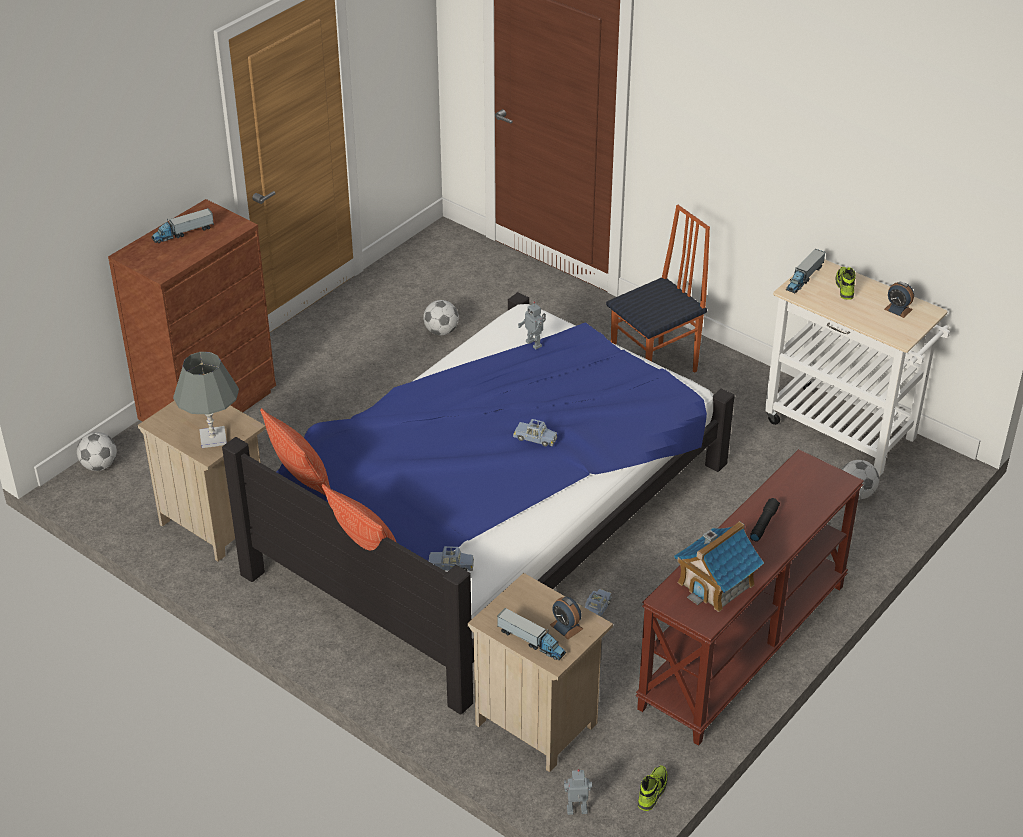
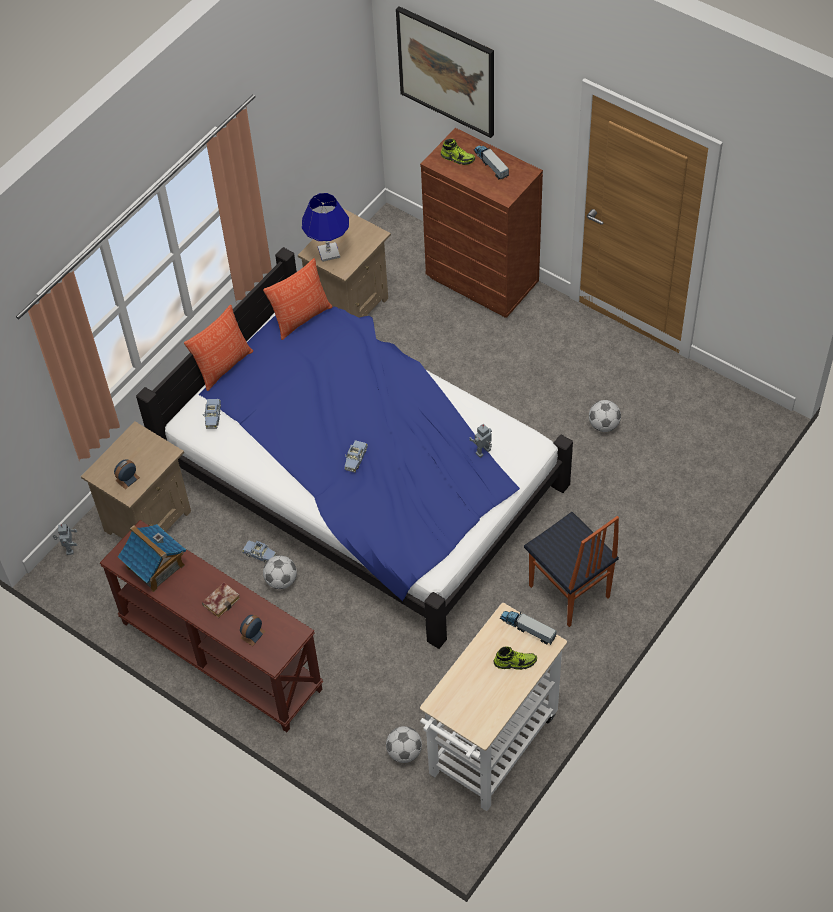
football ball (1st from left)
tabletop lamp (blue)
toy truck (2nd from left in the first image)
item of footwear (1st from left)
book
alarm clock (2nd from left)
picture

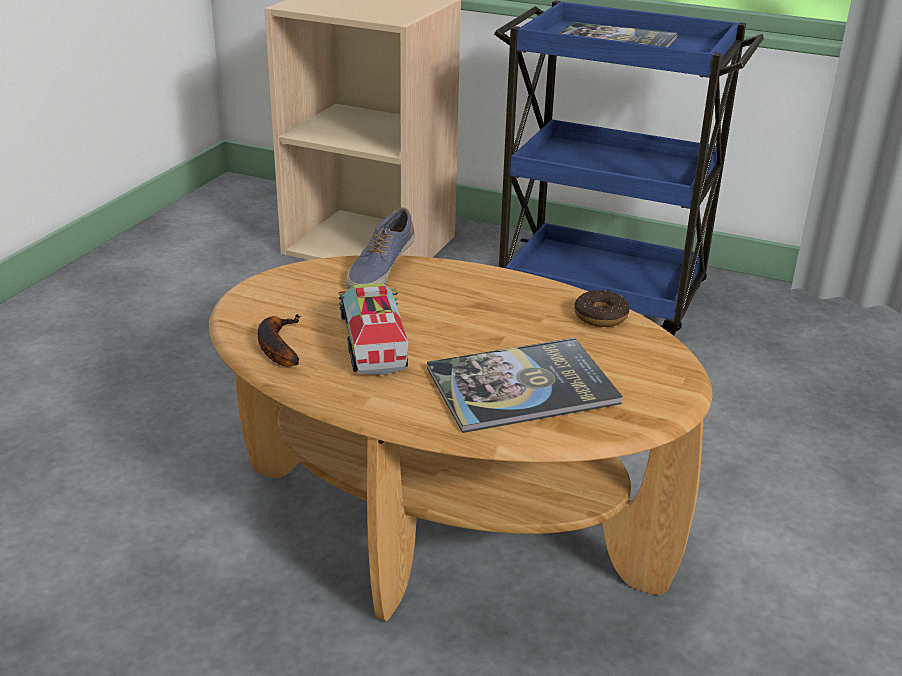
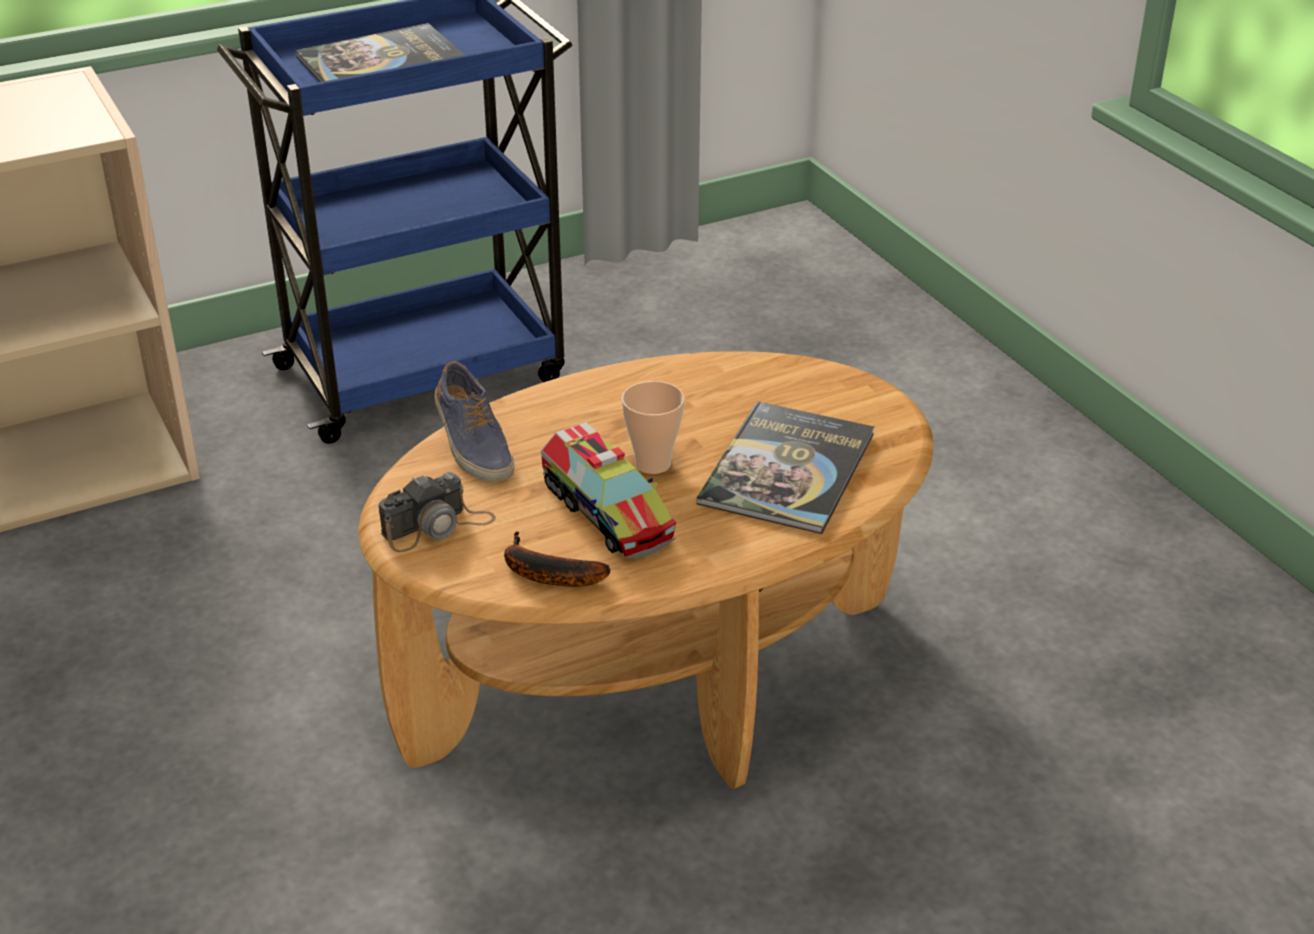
toy truck
doughnut
still camera
small cup

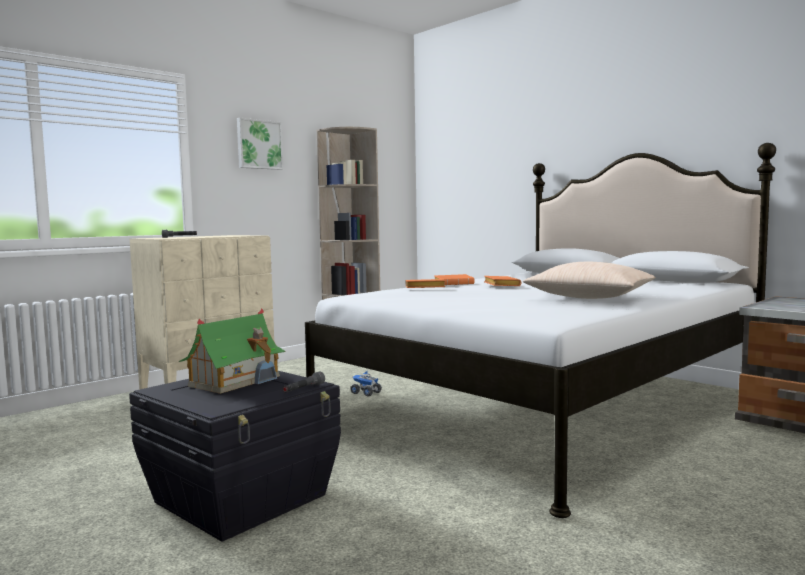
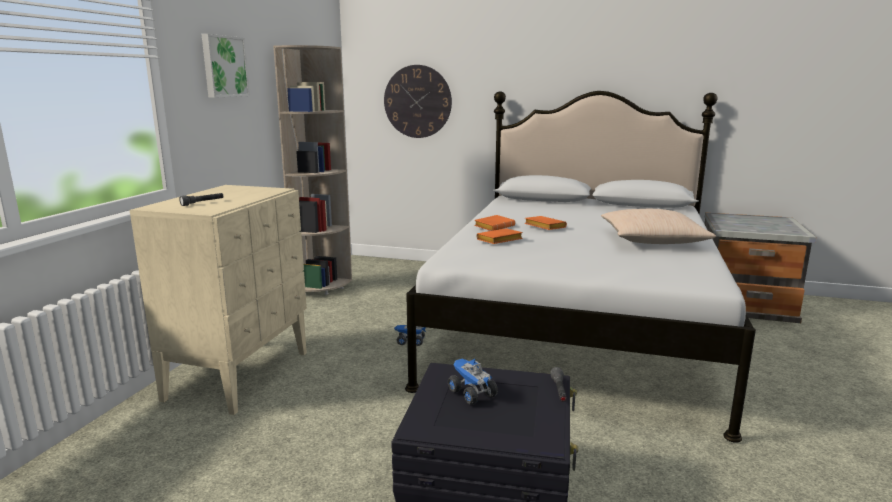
toy truck (2nd from left)
hanging clock

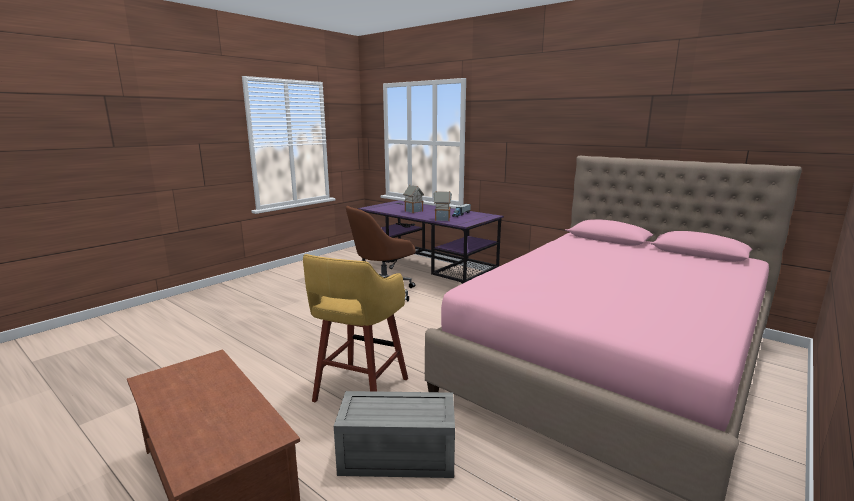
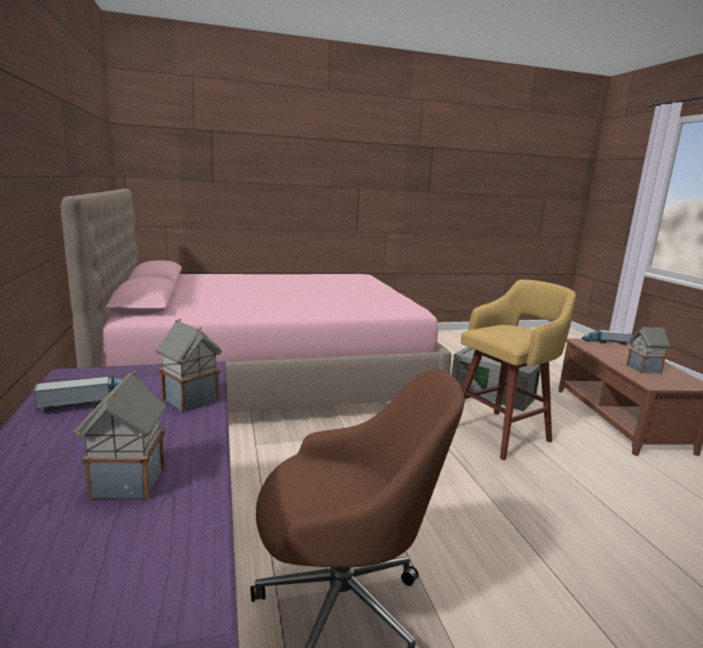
toy truck (2nd from left)
toy house (3rd from left)

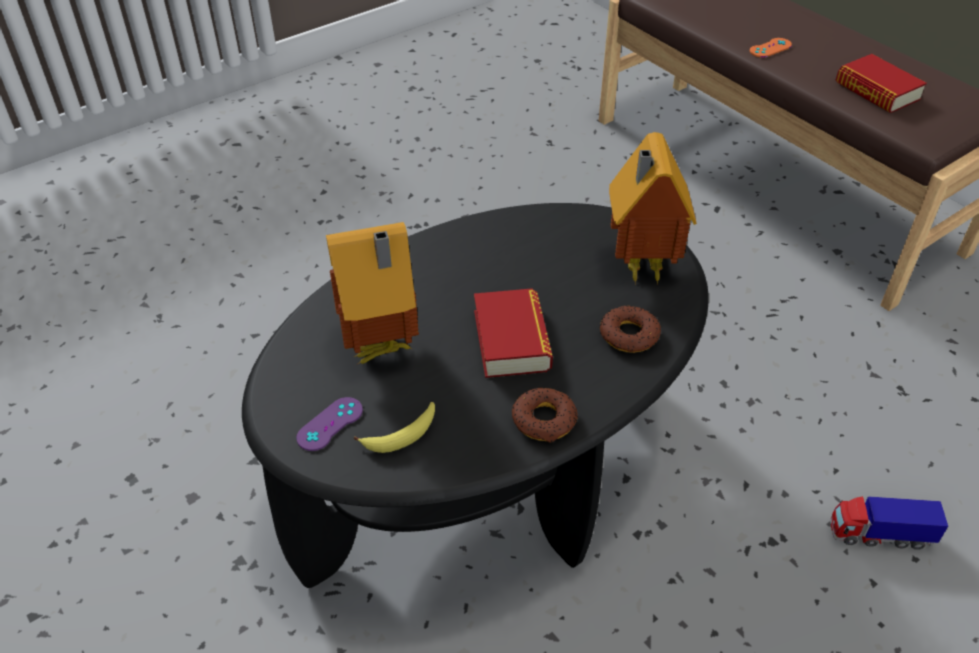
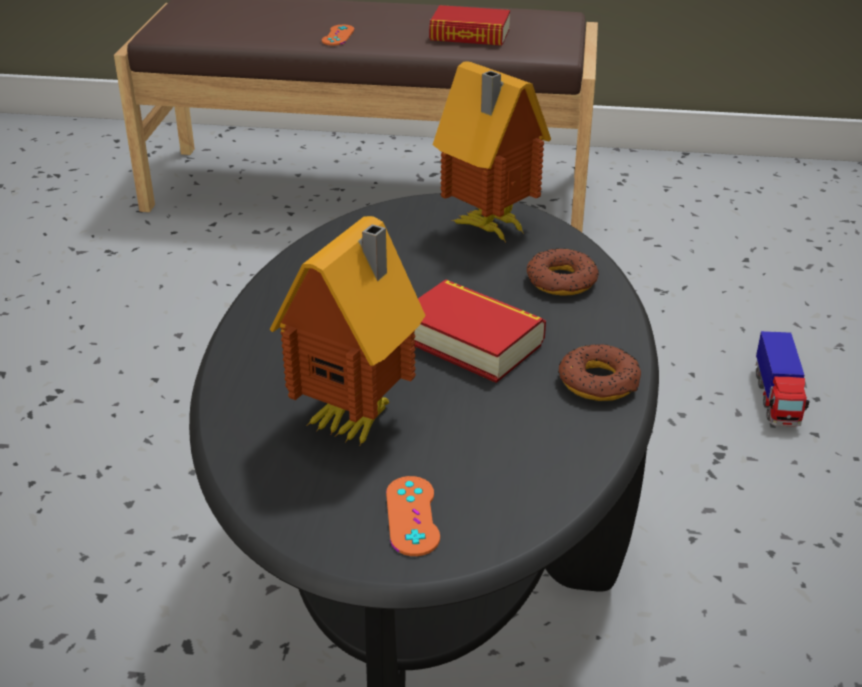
gamepad (orange) (2nd from left)
banana fruit
toy truck

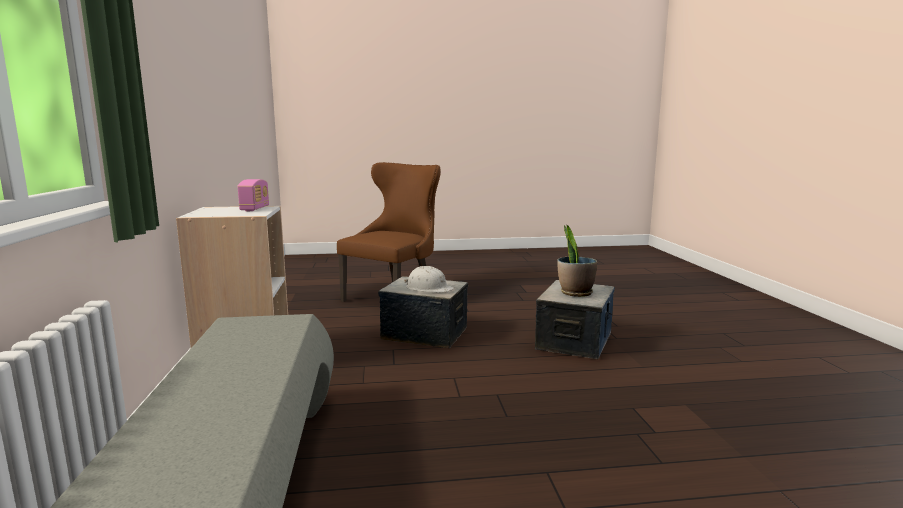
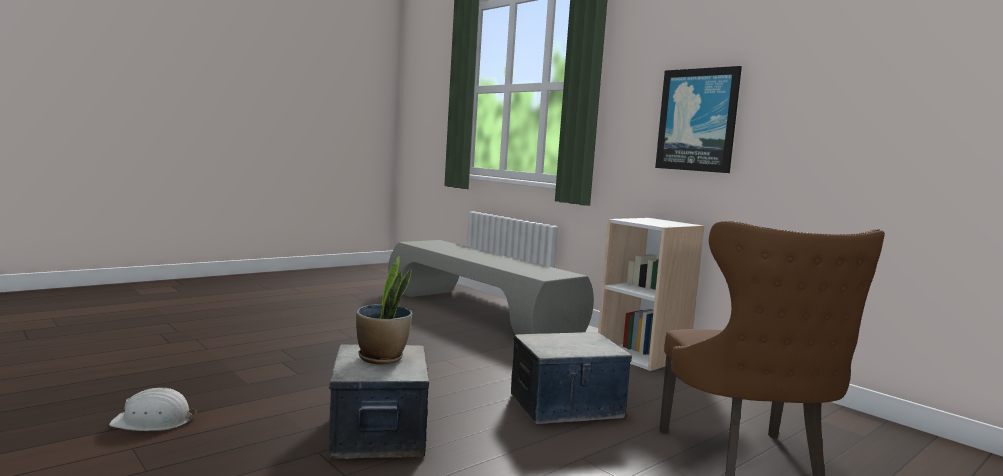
radio
work helmet (white)
picture

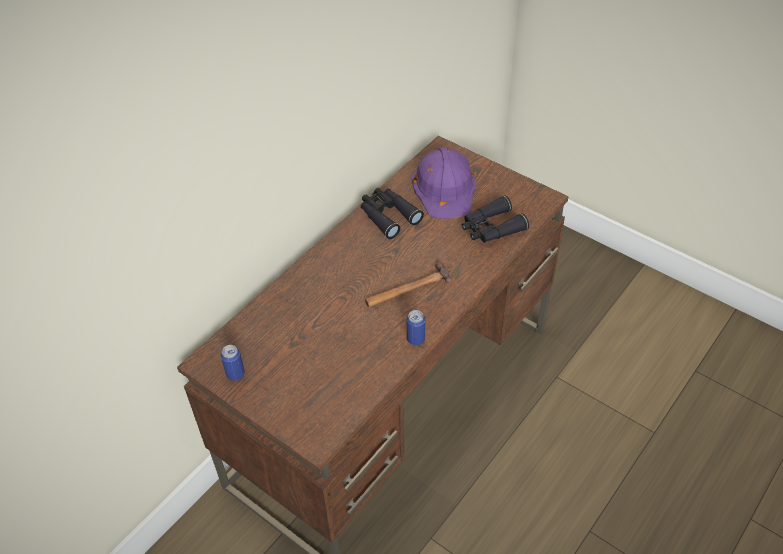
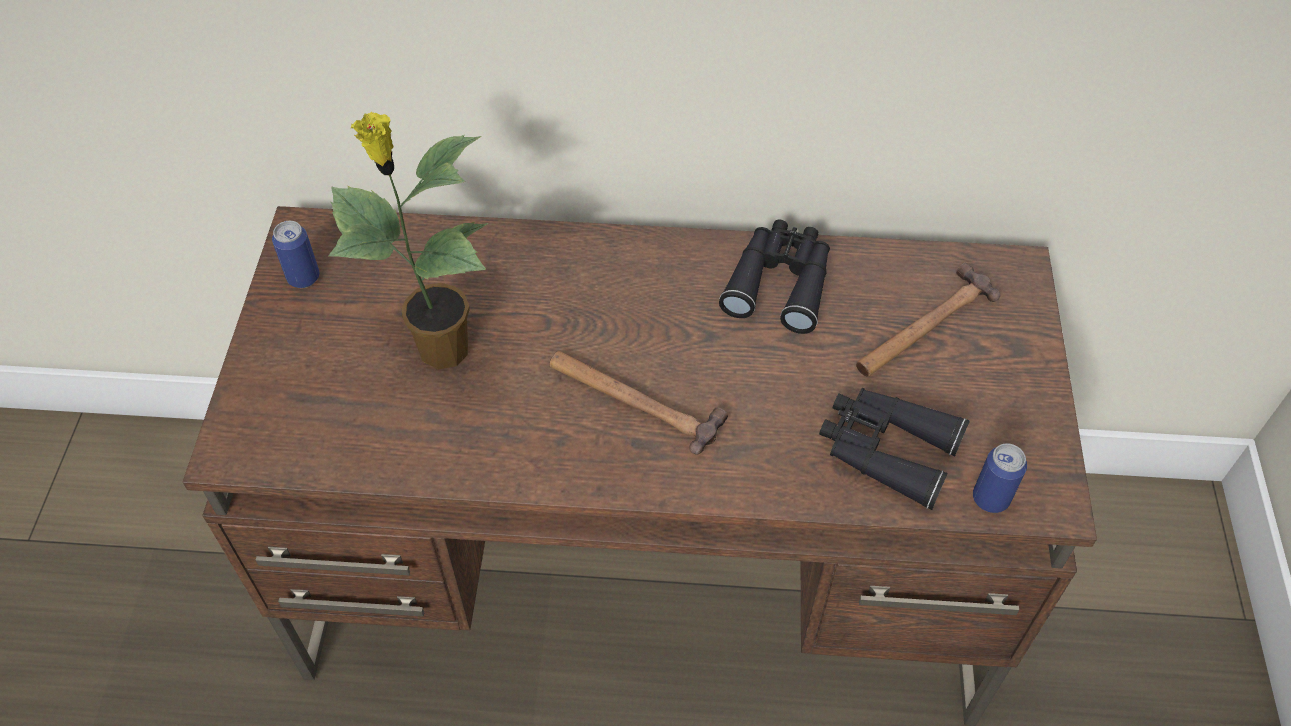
metal can (2nd from left)
tool hammer (2nd from left)
houseplant

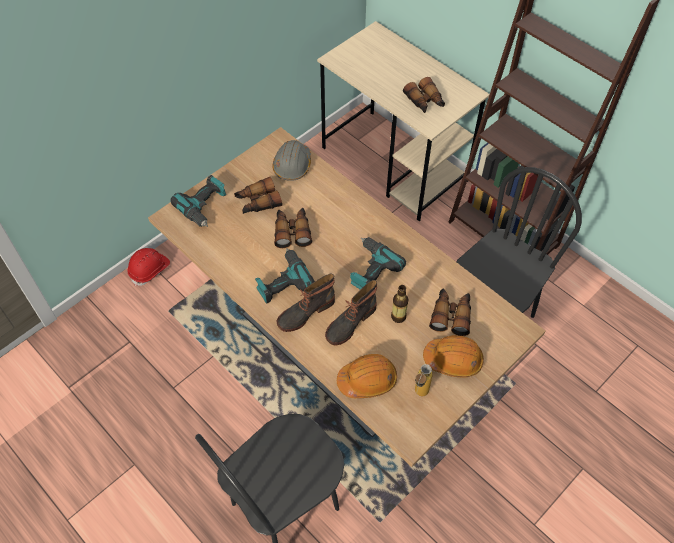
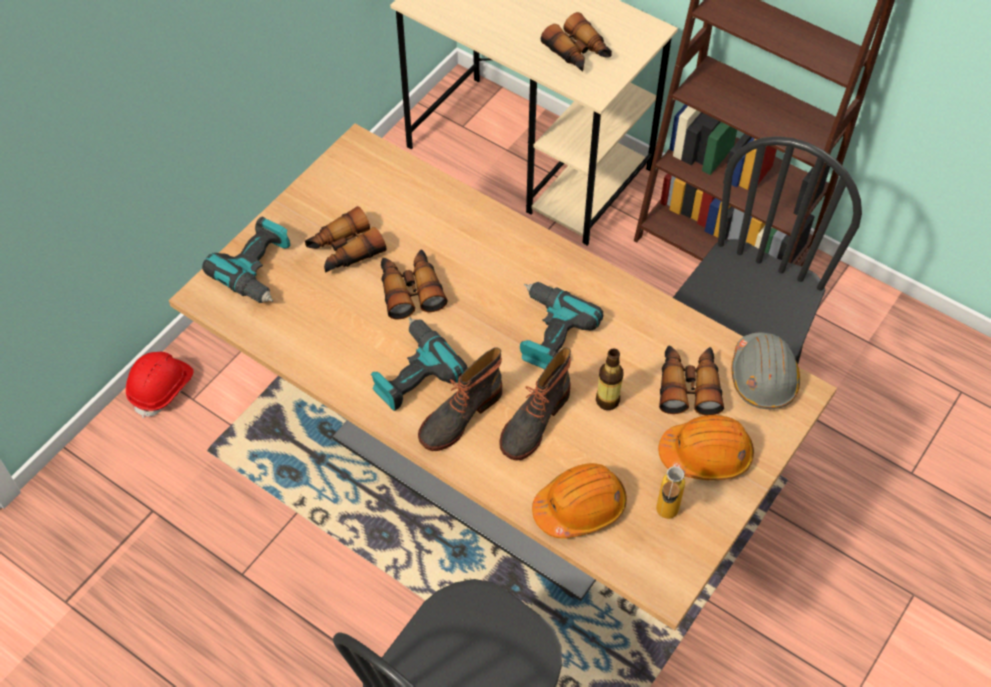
work helmet (grey)

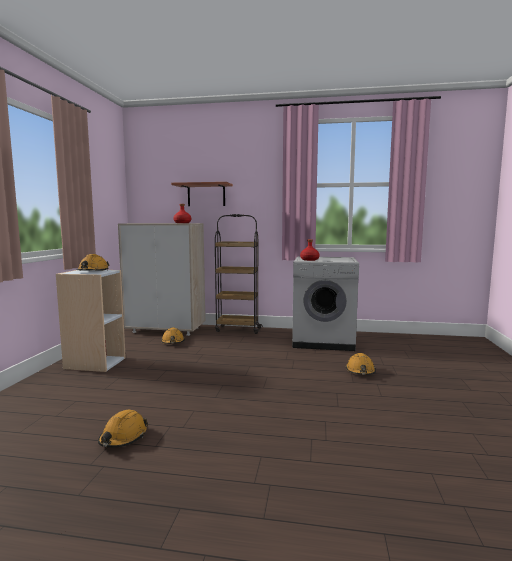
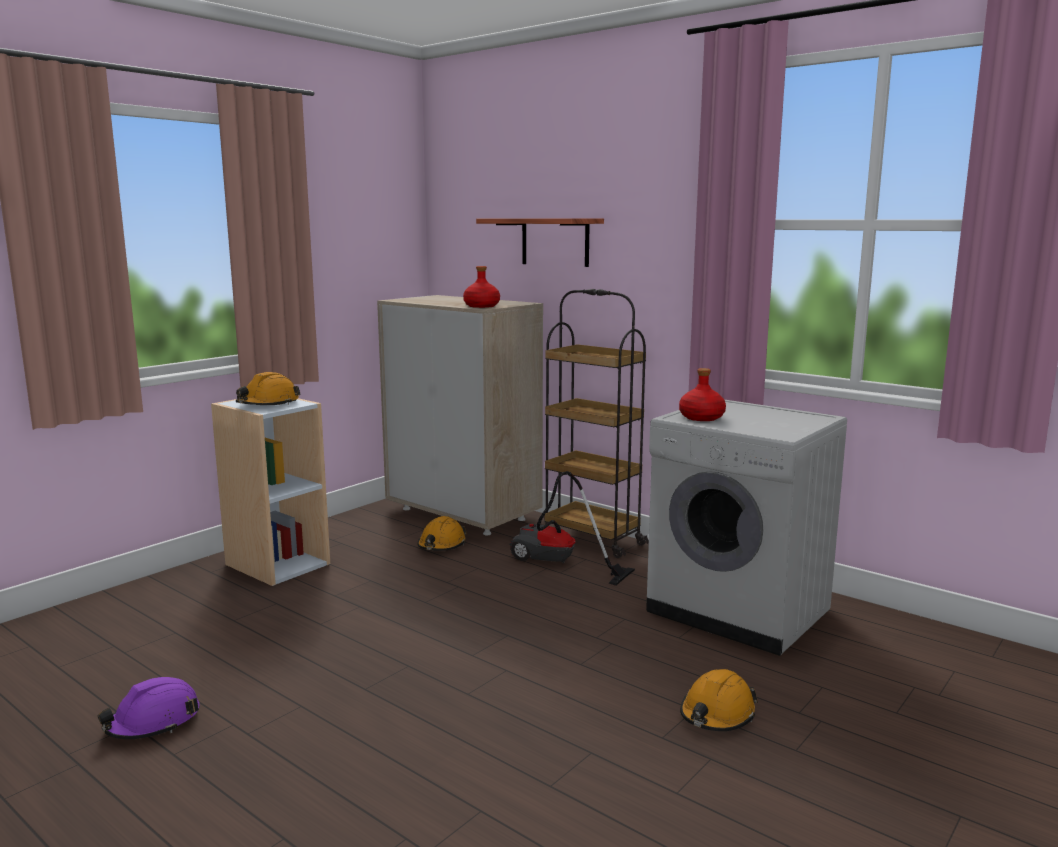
work helmet (purple)
hoover

